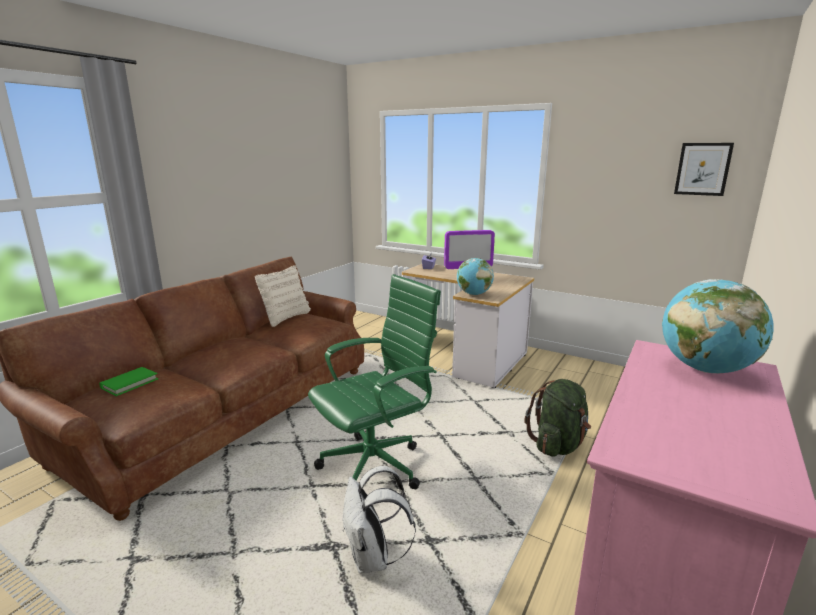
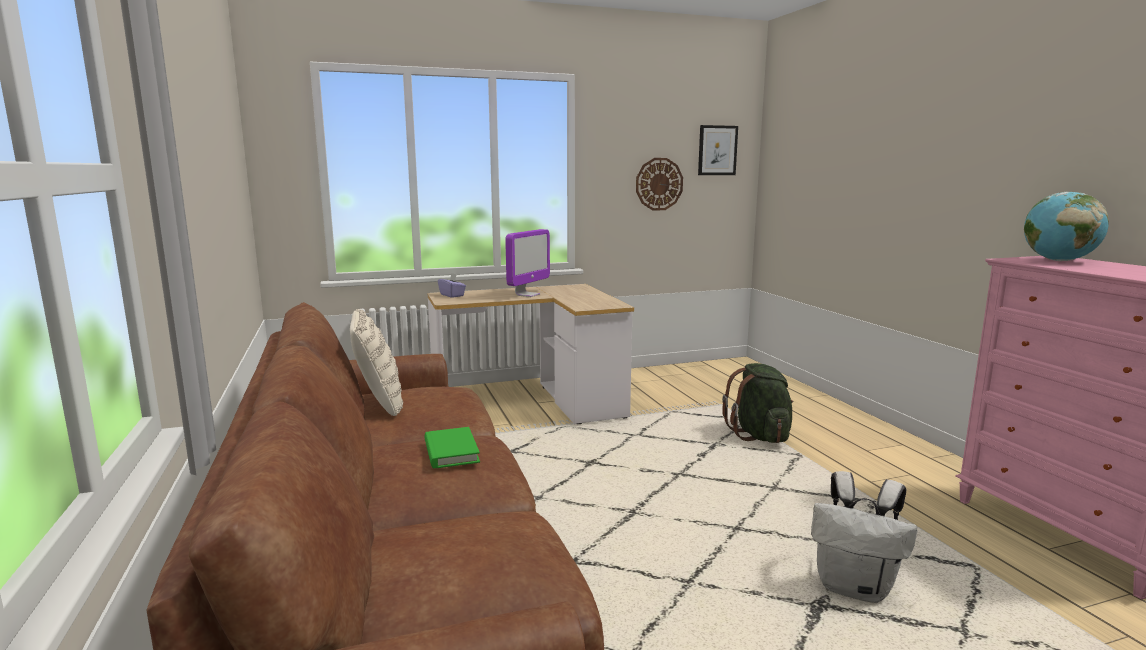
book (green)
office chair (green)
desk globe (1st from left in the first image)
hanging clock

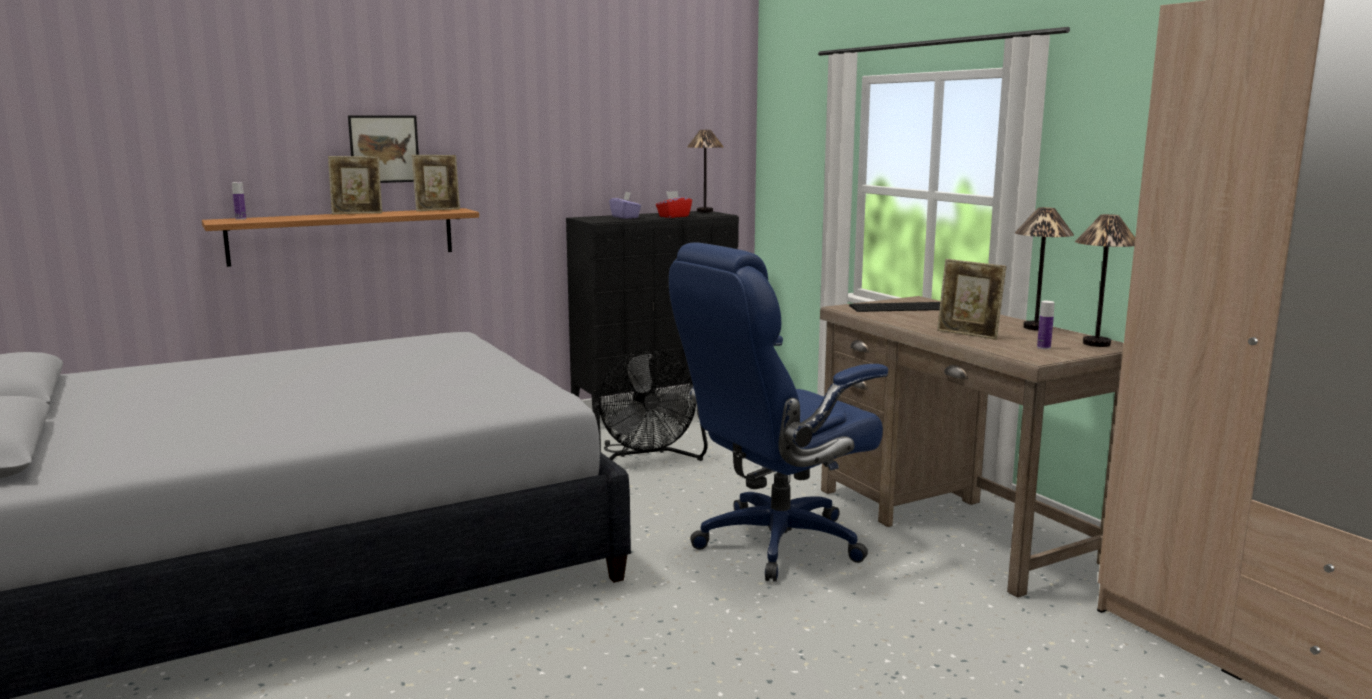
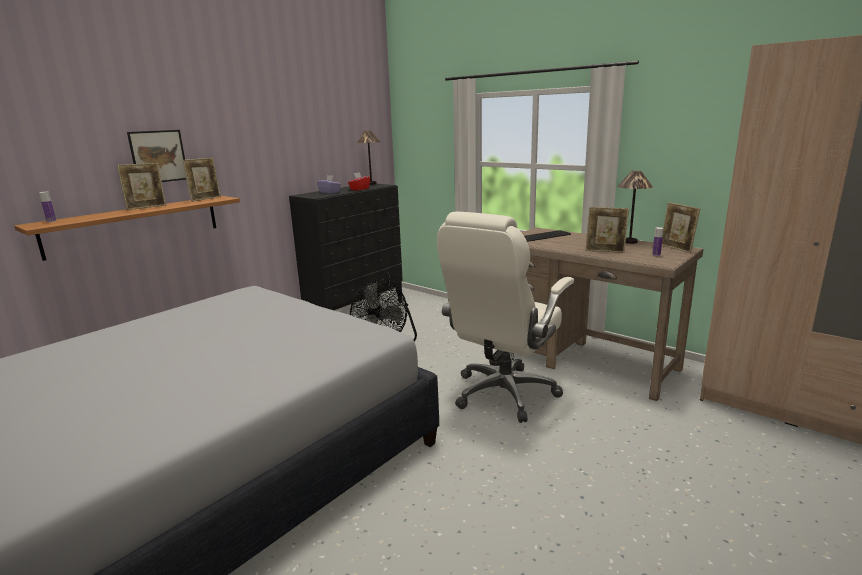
office chair (white)
picture frame (4th from left)

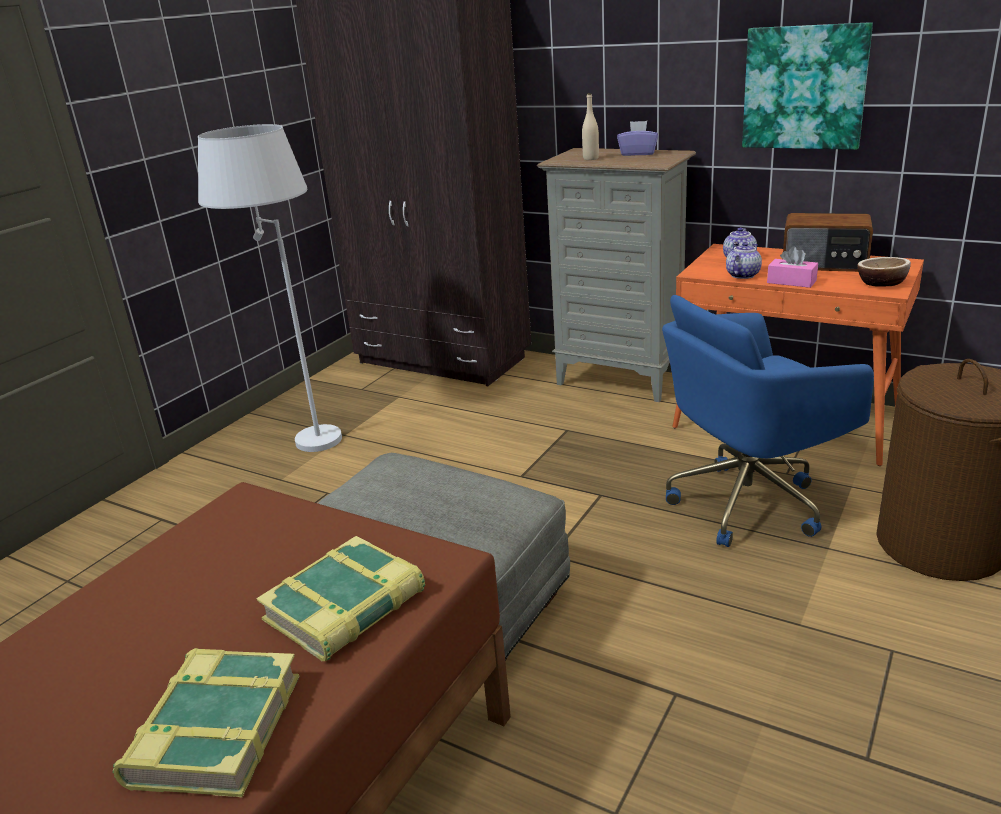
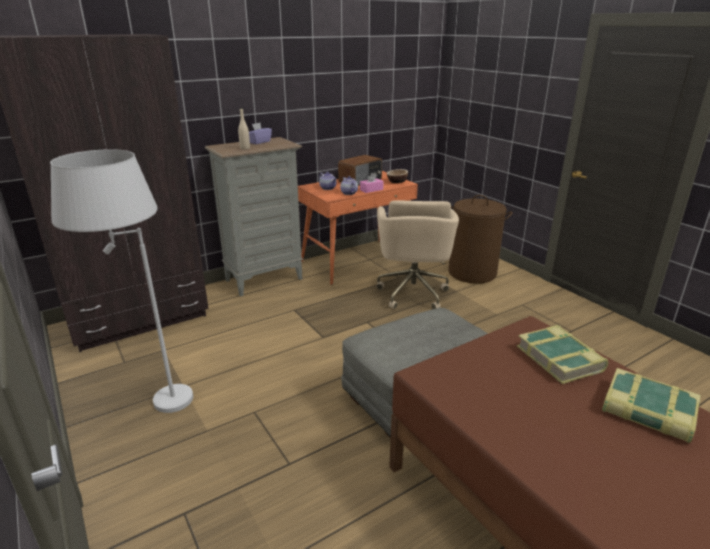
office chair (beige-coloured)
picture

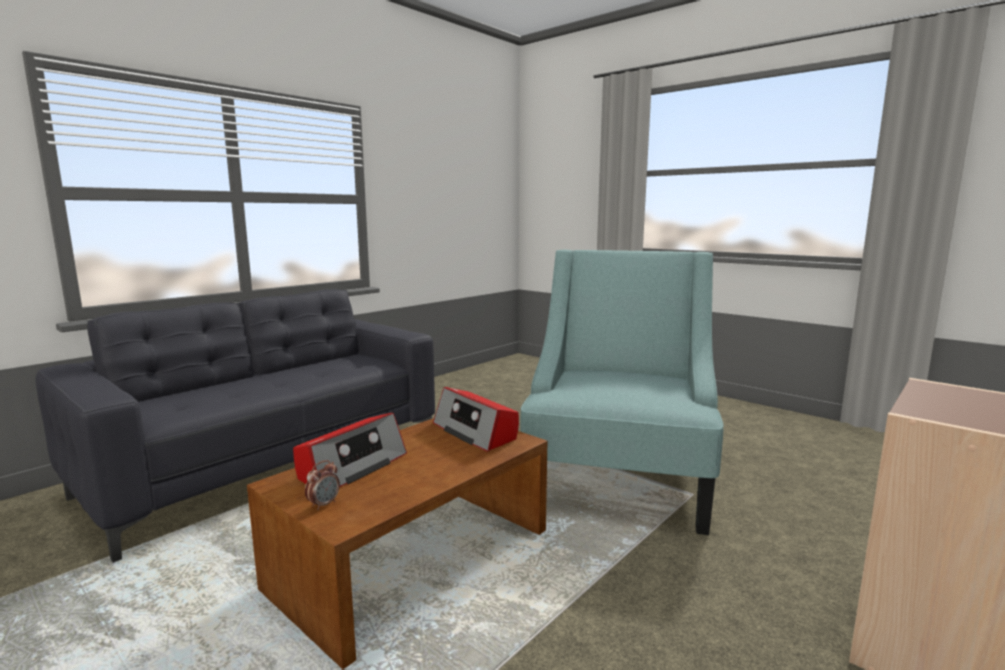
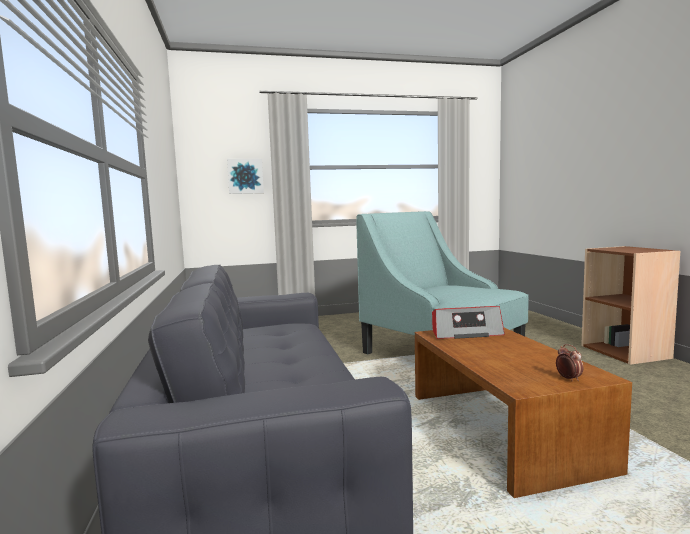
radio (1st from left in the first image)
picture

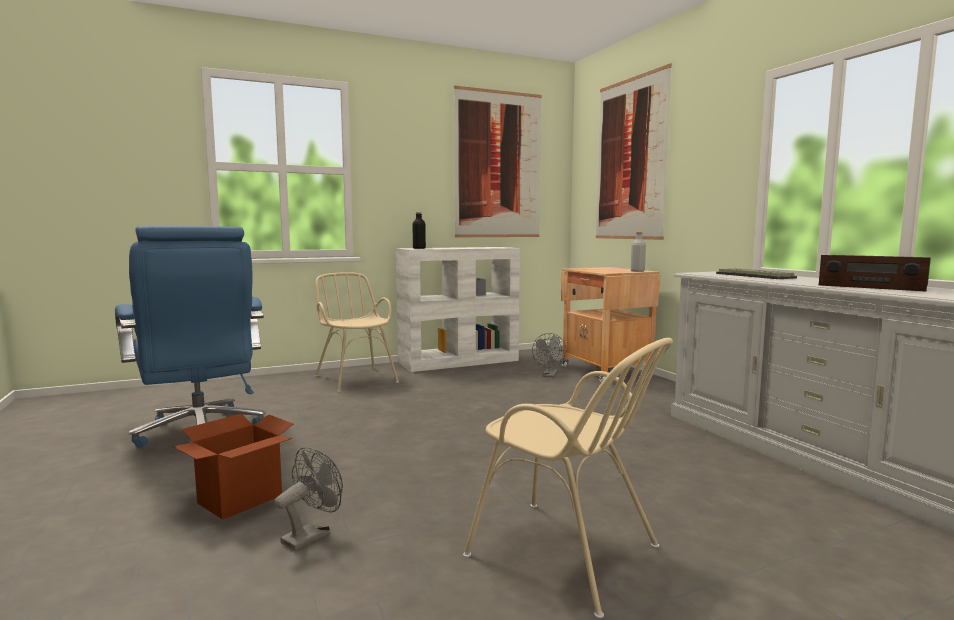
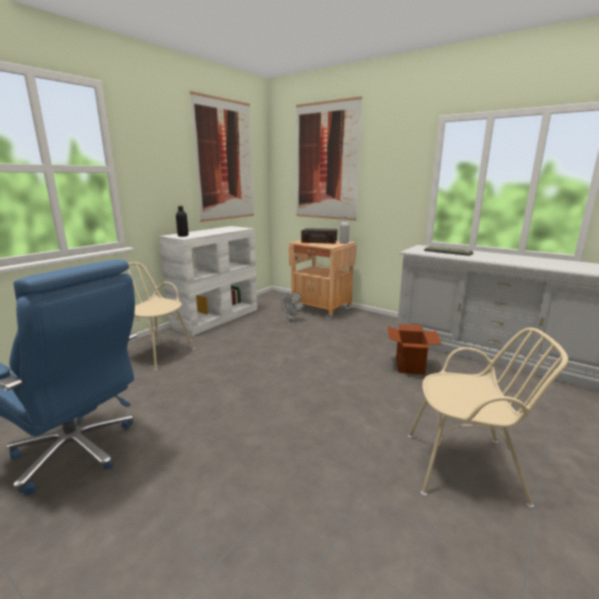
carton
electric fan (grey) (1st from left in the first image)
radio

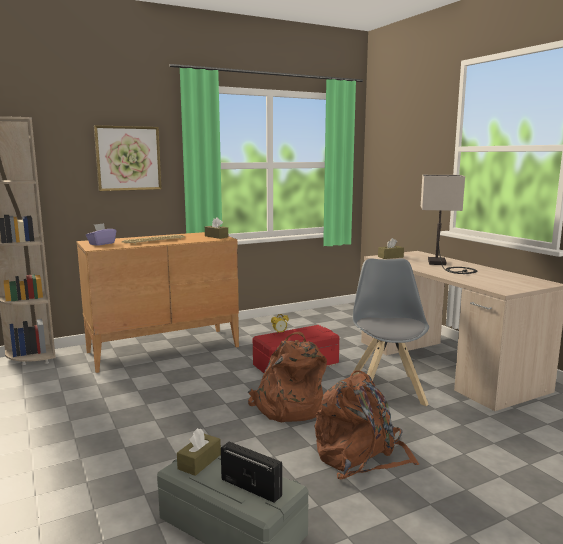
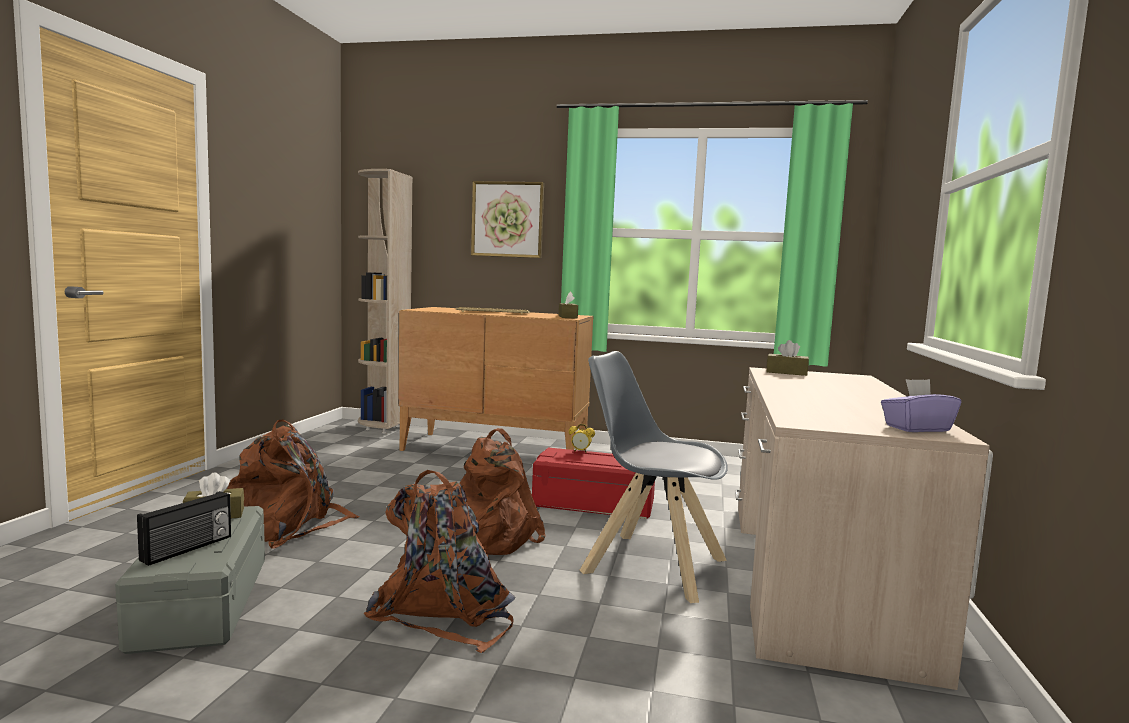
tissue box (purple)
radio
plain chair (grey)
tabletop lamp
rucksack (brown-coloured) (1st from left)

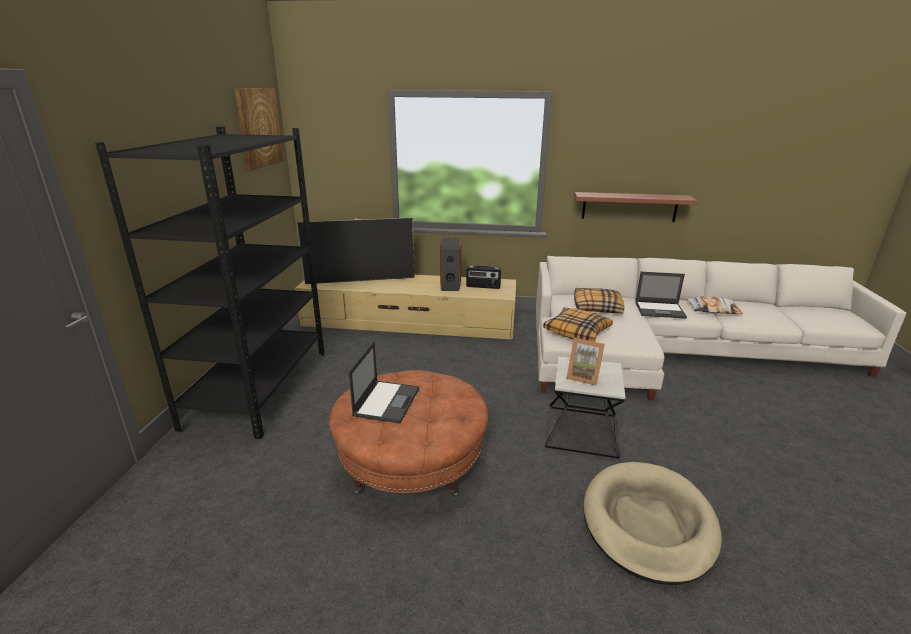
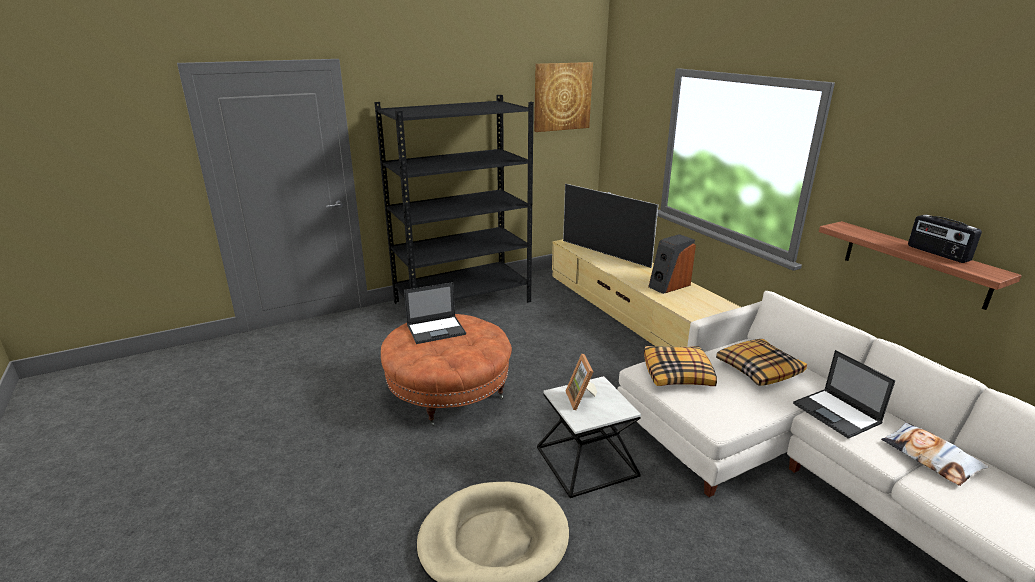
radio

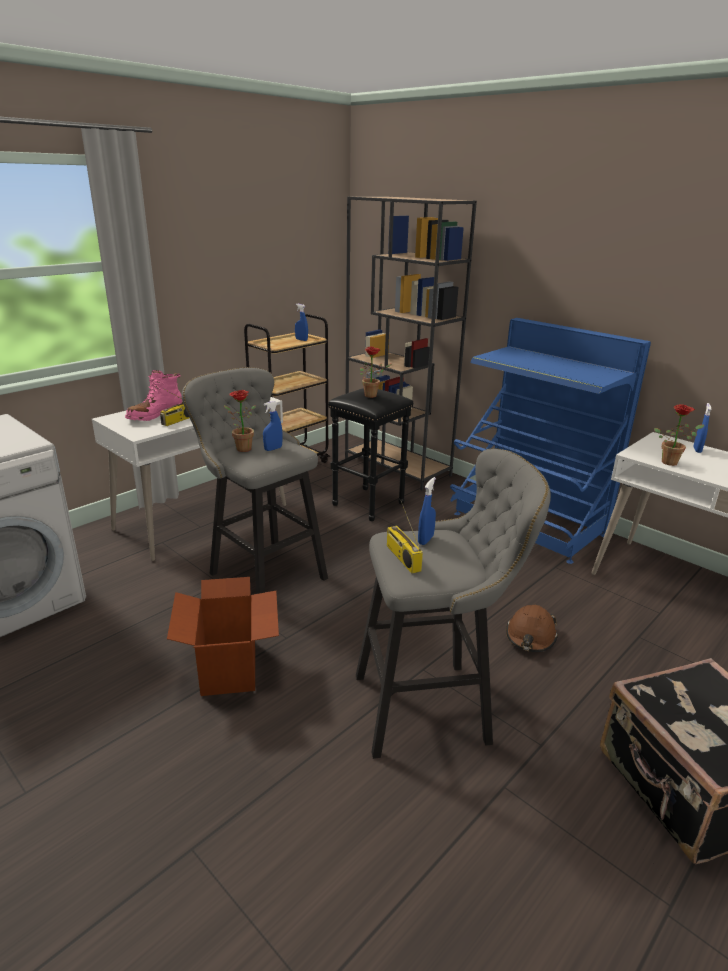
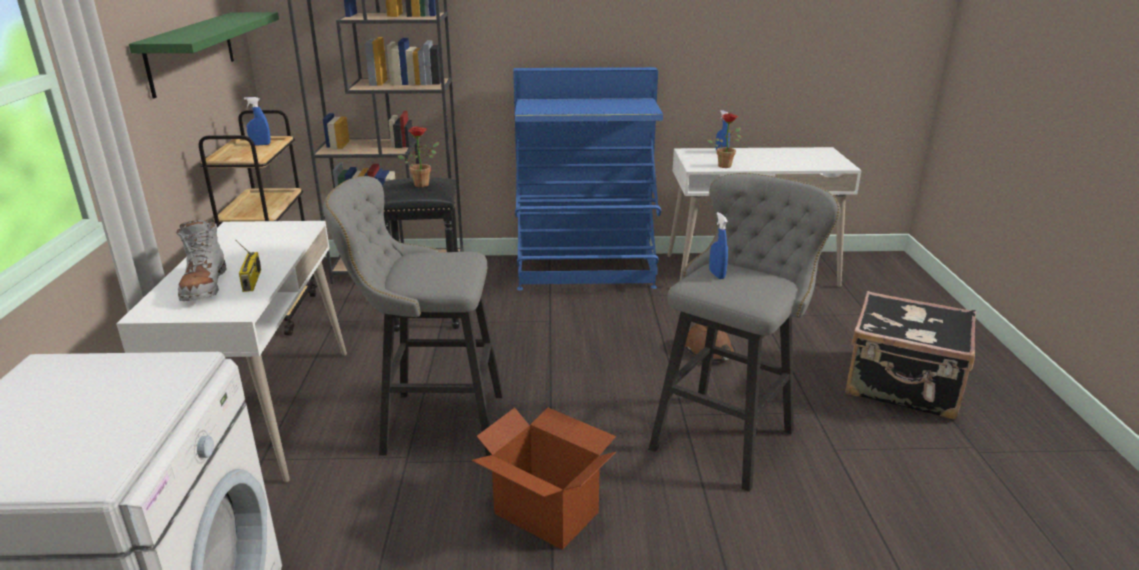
high-top boot (grey)
houseplant (1st from left in the first image)
spray bottle (blue) (1st from left in the first image)
radio (2nd from left in the first image)
wall shelf (green)

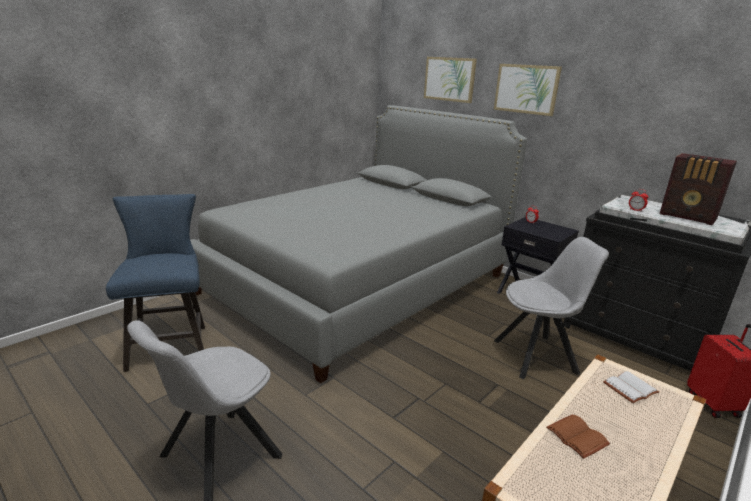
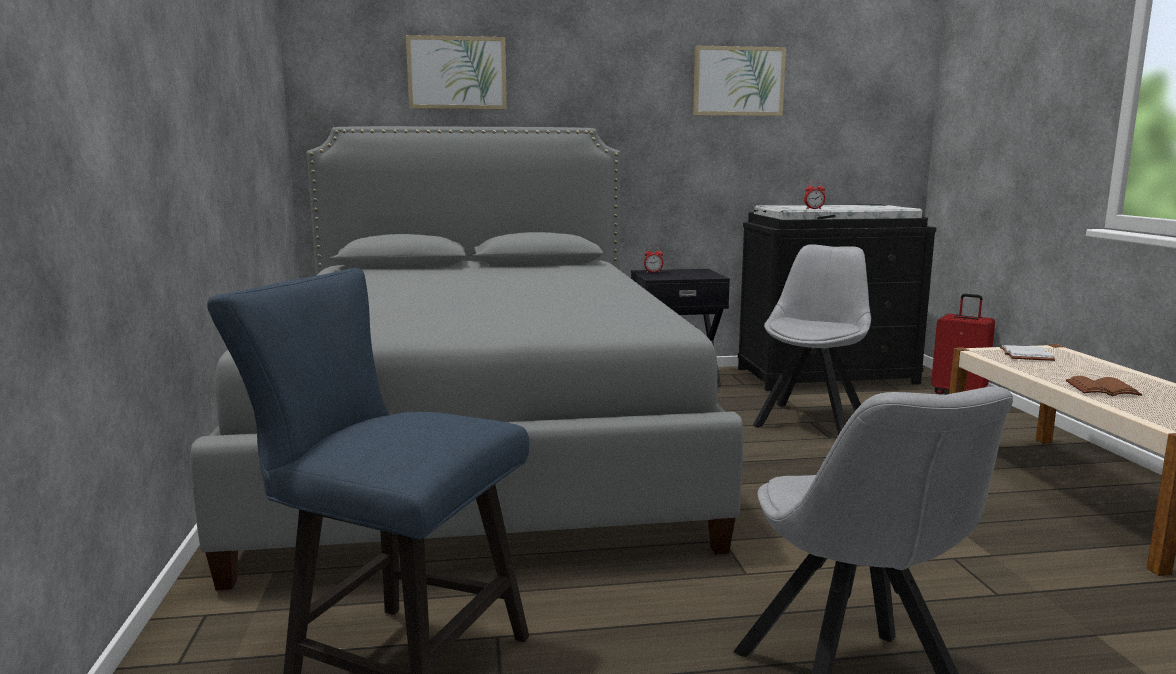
picture (2nd from left)
radio

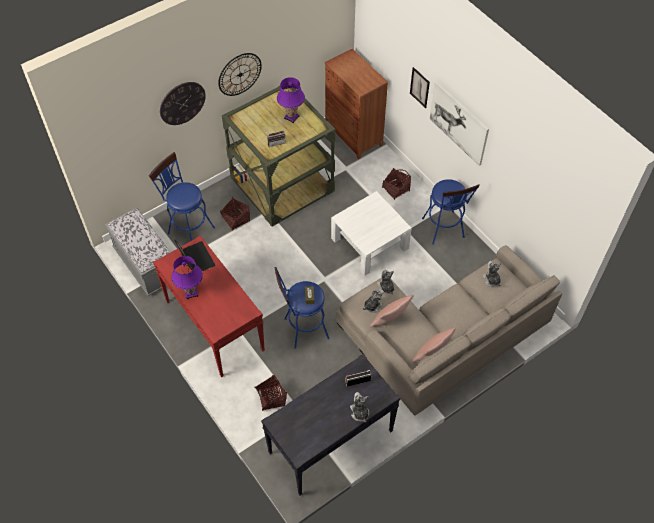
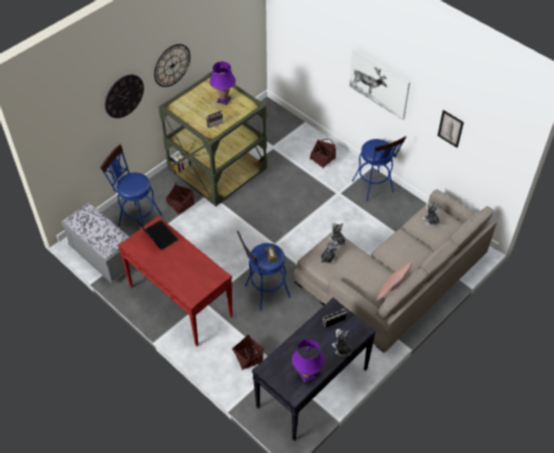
tabletop lamp (purple) (2nd from left)
dresser (brown-coloured)
lounge table (white)
cushion (pink) (1st from left in the first image)
picture (2nd from left)

